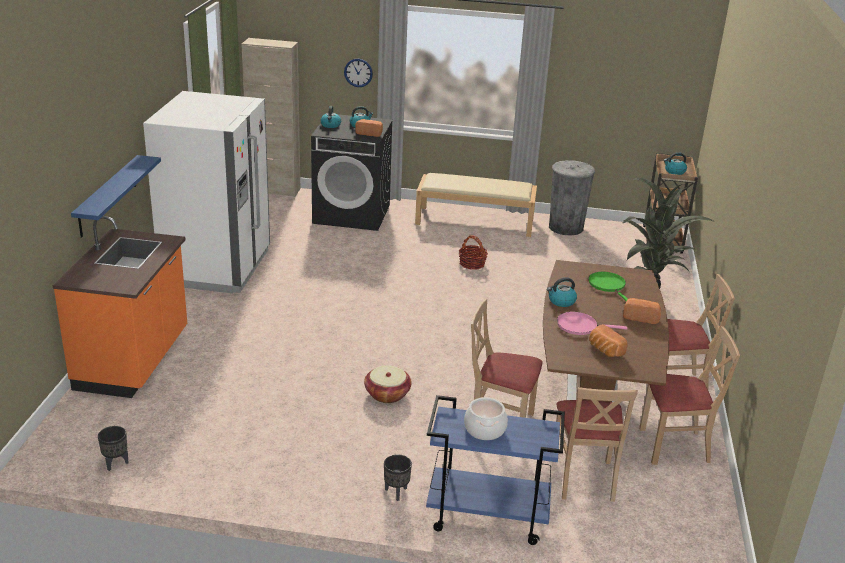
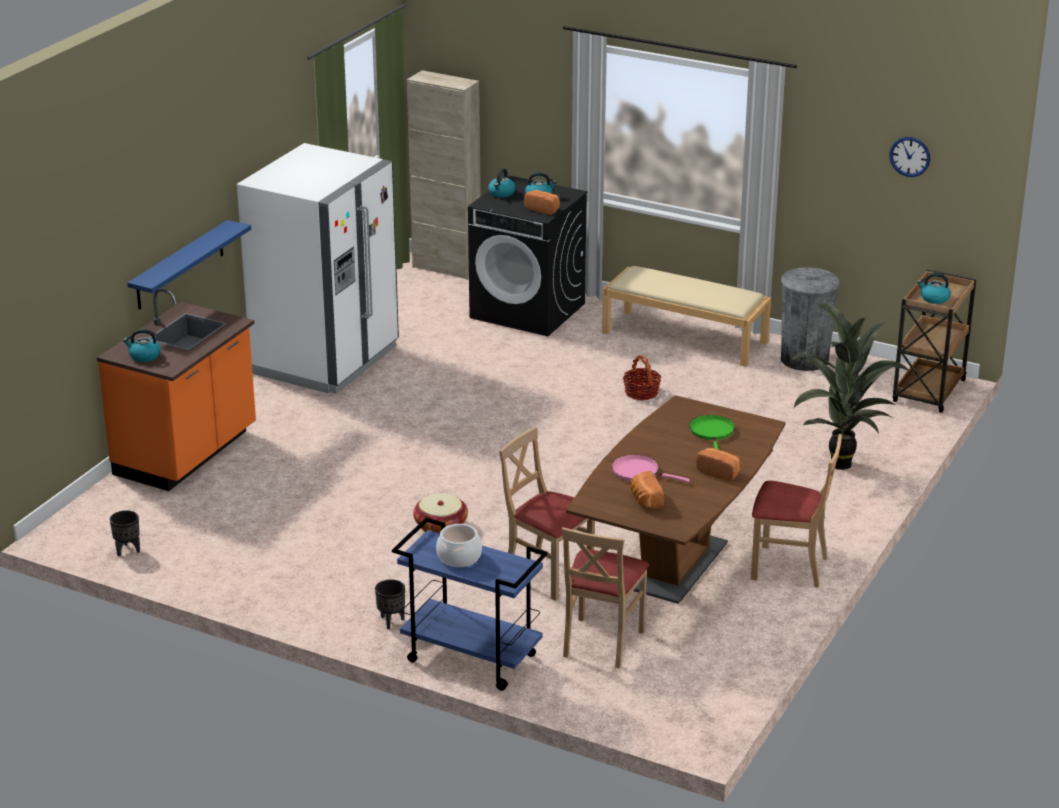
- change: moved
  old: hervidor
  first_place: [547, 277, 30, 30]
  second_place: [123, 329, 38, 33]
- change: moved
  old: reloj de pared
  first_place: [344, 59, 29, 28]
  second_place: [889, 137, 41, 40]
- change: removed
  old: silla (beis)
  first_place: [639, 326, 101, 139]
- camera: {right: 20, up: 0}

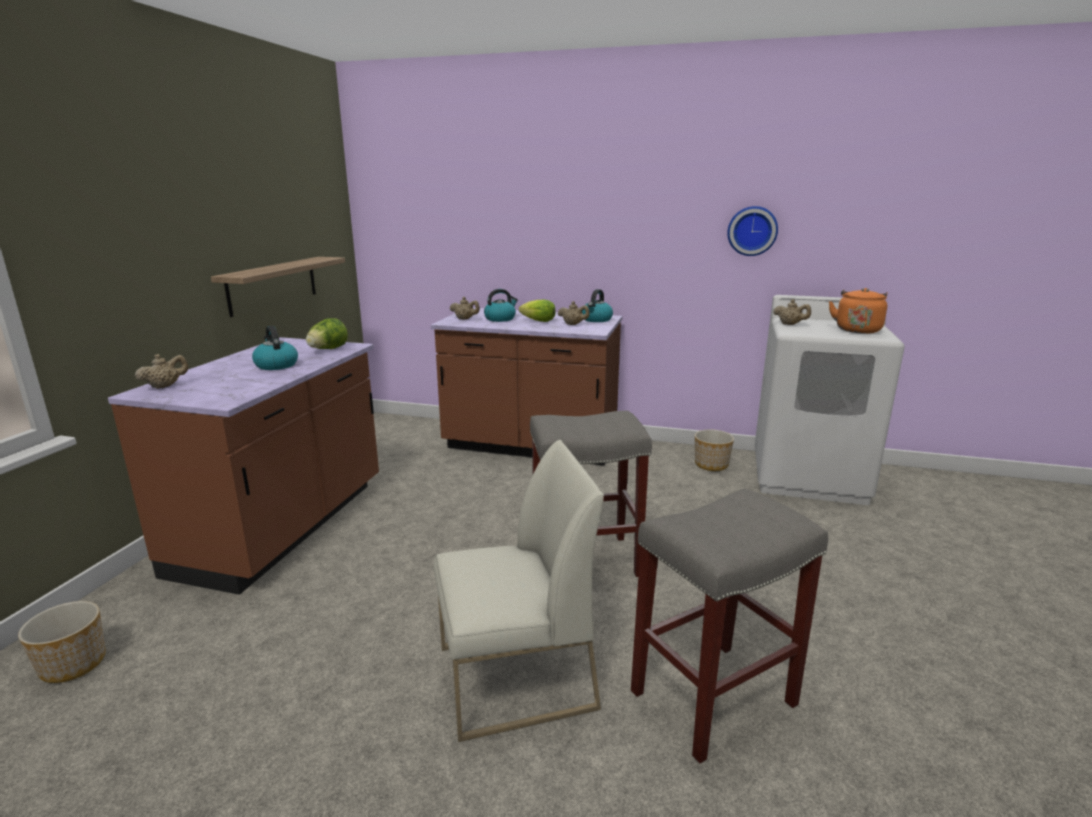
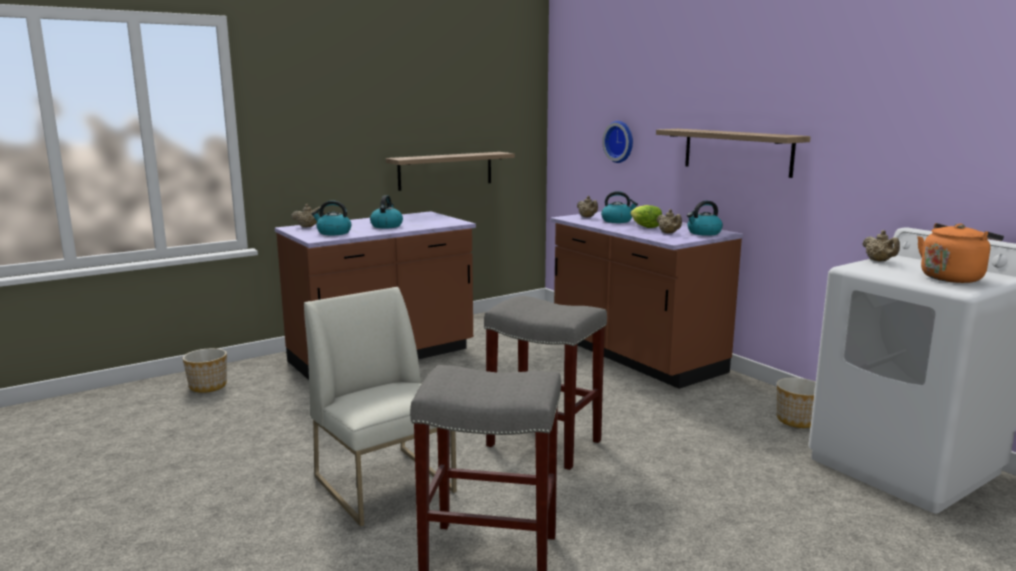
- change: turned
  old: silla (blanco)
  first_place: [434, 440, 170, 302]
  second_place: [304, 287, 153, 240]
  degrees: -150
- change: added
  new: hervidor
  second_place: [312, 200, 40, 35]
- change: moved
  old: reloj de pared
  first_place: [727, 206, 51, 50]
  second_place: [602, 121, 31, 42]
- change: added
  new: estante
  second_place: [656, 129, 155, 49]
- change: removed
  old: lechuga
  first_place: [306, 318, 42, 31]
- camera: {right: 40, up: -5}

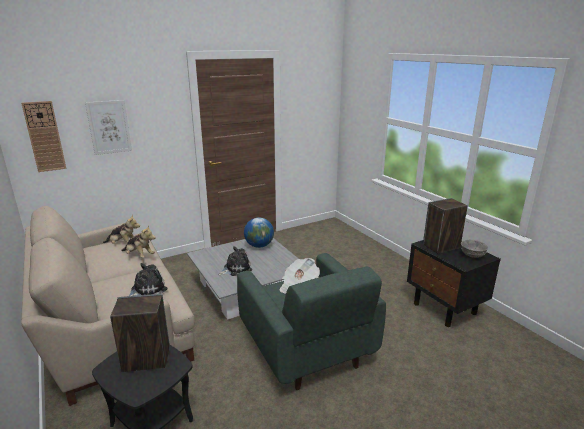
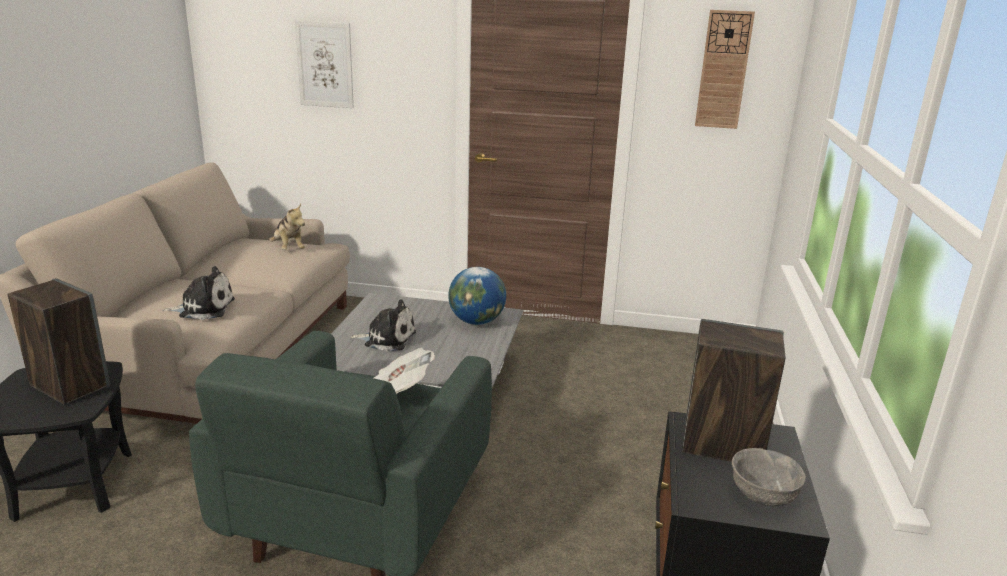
- change: moved
  old: reloj de pared
  first_place: [21, 101, 45, 71]
  second_place: [695, 10, 60, 119]
- change: removed
  old: peluche
  first_place: [121, 225, 35, 33]
- camera: {right: 40, up: 0}

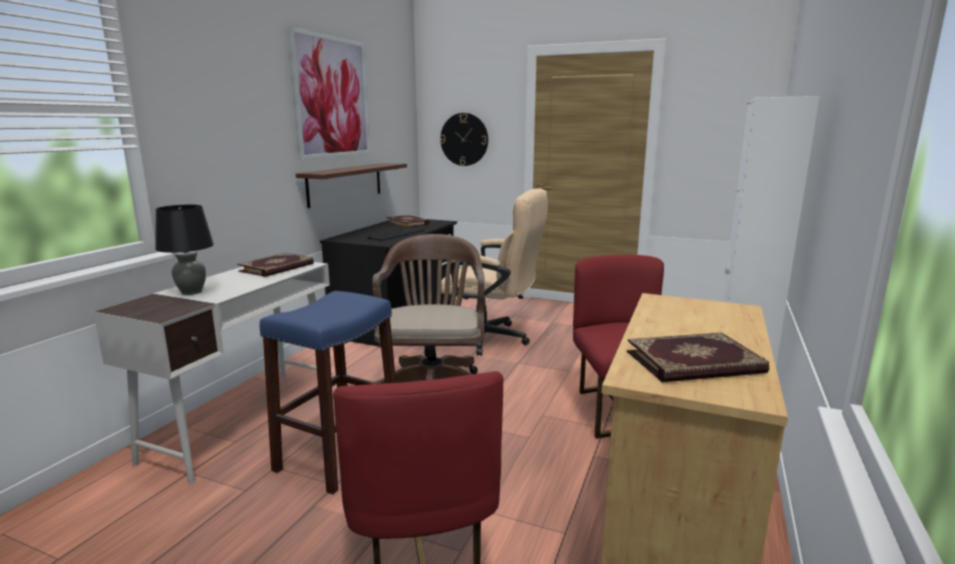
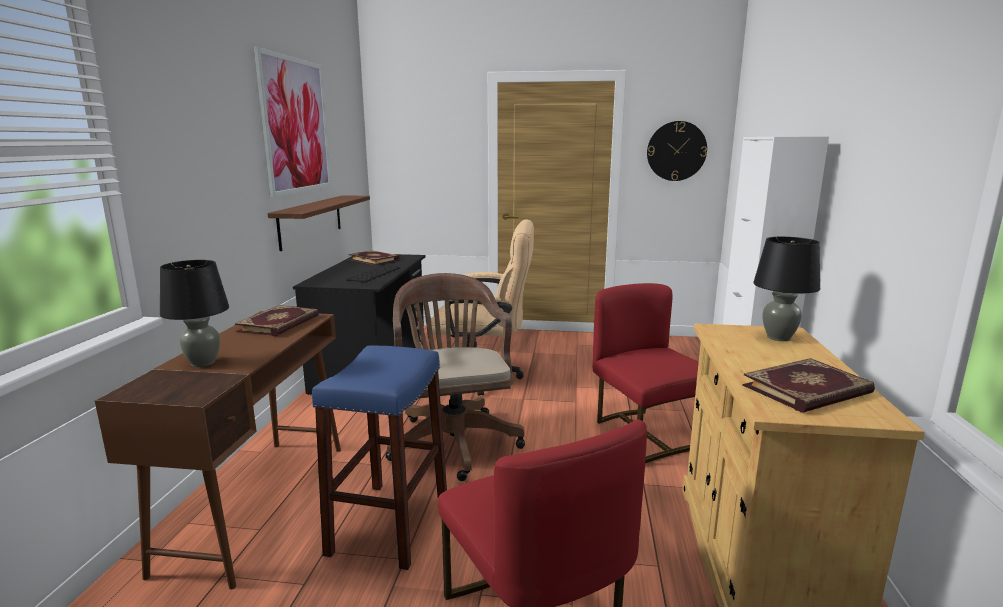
- change: recoloured
  old: escritorio (blanco)
  new: escritorio (marrón)
  first_place: [93, 262, 240, 222]
  second_place: [95, 311, 246, 278]
- change: moved
  old: reloj de pared
  first_place: [440, 113, 48, 53]
  second_place: [647, 121, 60, 60]
- change: added
  new: lámpara de mesa (negro)
  second_place: [753, 237, 67, 104]
- camera: {right: -15, up: 0}

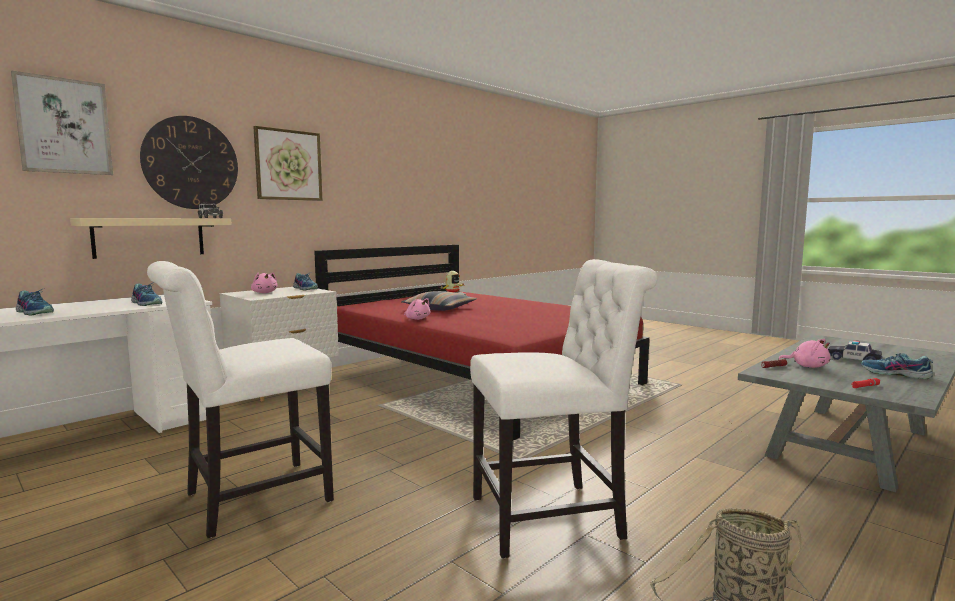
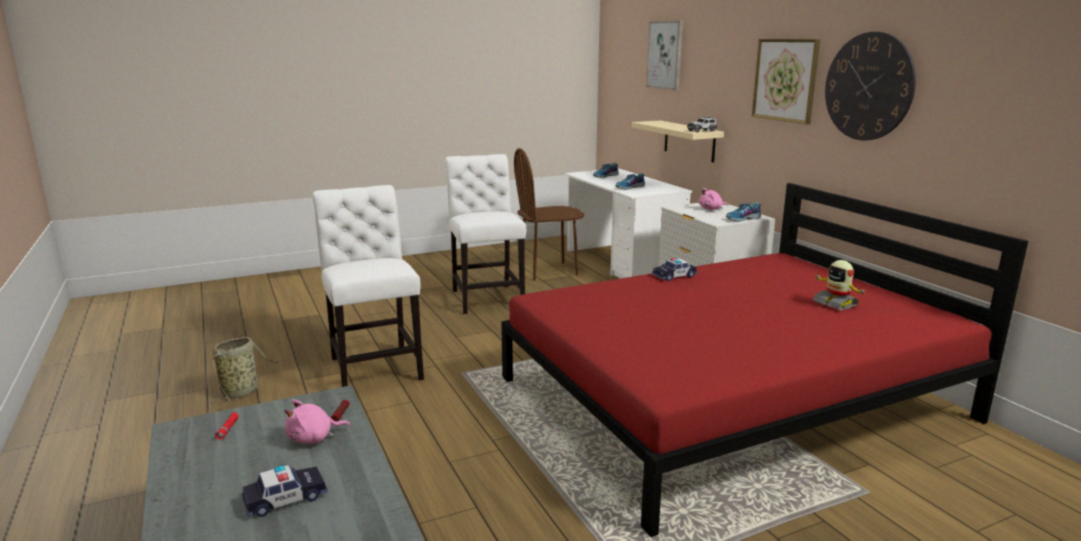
- change: turned
  old: silla (blanco)
  first_place: [470, 259, 187, 299]
  second_place: [312, 185, 112, 202]
  degrees: 150
- change: added
  new: silla (marrón)
  second_place: [514, 148, 70, 133]
- change: replaced
  old: peluche (rosa)
  new: coche de juguete
  first_place: [404, 298, 26, 22]
  second_place: [652, 258, 45, 23]
- change: moved
  old: reloj de pared
  first_place: [140, 116, 98, 93]
  second_place: [825, 32, 91, 108]
- change: removed
  old: cojín
  first_place: [401, 291, 76, 20]
- change: removed
  old: zapato
  first_place: [861, 353, 72, 26]
- camera: {right: 110, up: 10}

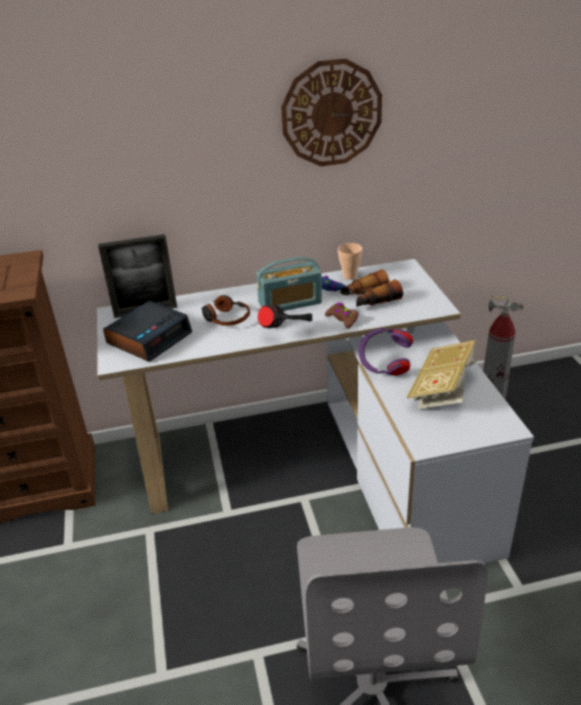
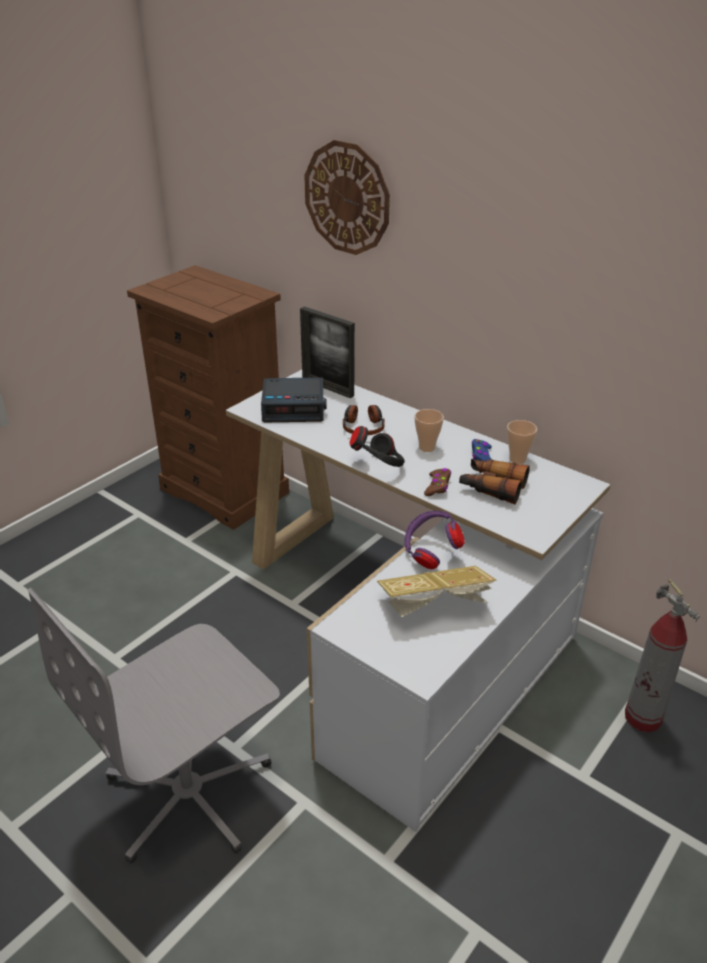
- change: moved
  old: reloj de pared
  first_place: [281, 58, 101, 109]
  second_place: [304, 140, 86, 115]
- change: replaced
  old: radio
  new: taza
  first_place: [256, 257, 66, 54]
  second_place: [415, 409, 29, 43]
- camera: {right: 50, up: 0}

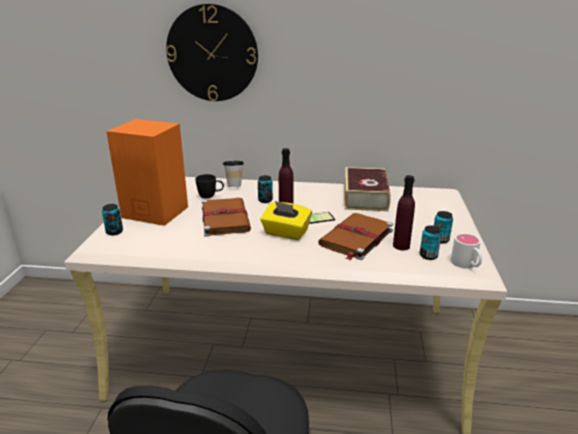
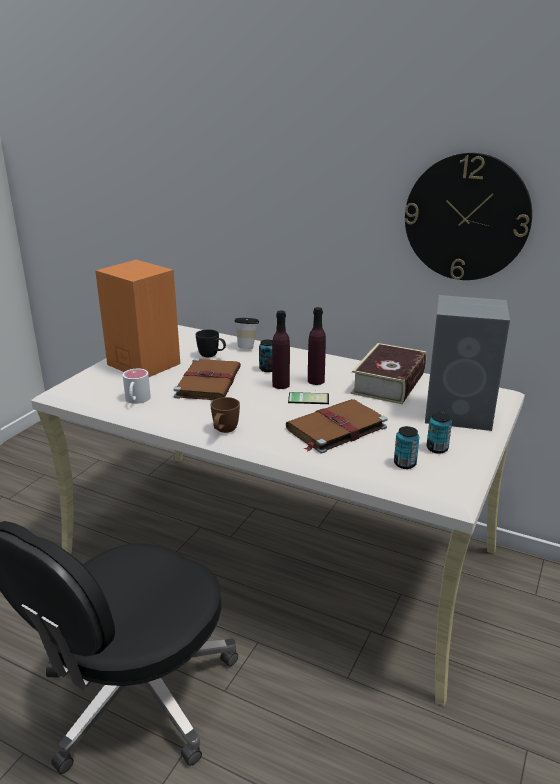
- change: moved
  old: taza grande (blanco)
  first_place: [451, 233, 31, 36]
  second_place: [123, 369, 28, 35]
- change: added
  new: taza grande (marrón)
  second_place: [211, 397, 29, 36]
- change: moved
  old: botella (morado)
  first_place: [393, 175, 22, 75]
  second_place: [308, 307, 18, 78]
- change: moved
  old: reloj de pared
  first_place: [166, 4, 92, 97]
  second_place: [405, 153, 127, 127]
- change: added
  new: altavoz (gris)
  second_place: [425, 295, 85, 136]
- change: removed
  old: lata
  first_place: [102, 204, 21, 31]
- change: removed
  old: caja de pañuelos (amarillo)
  first_place: [260, 201, 52, 39]
- camera: {right: 20, up: 0}

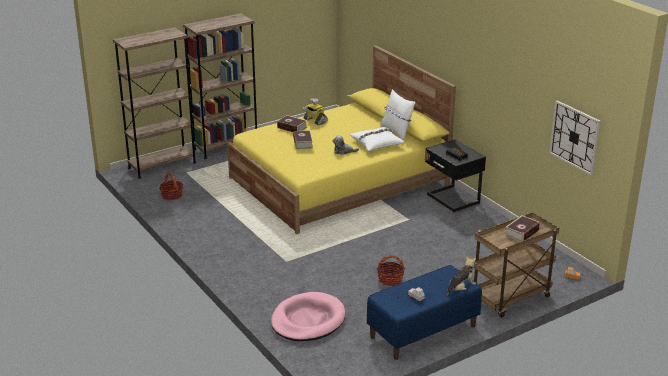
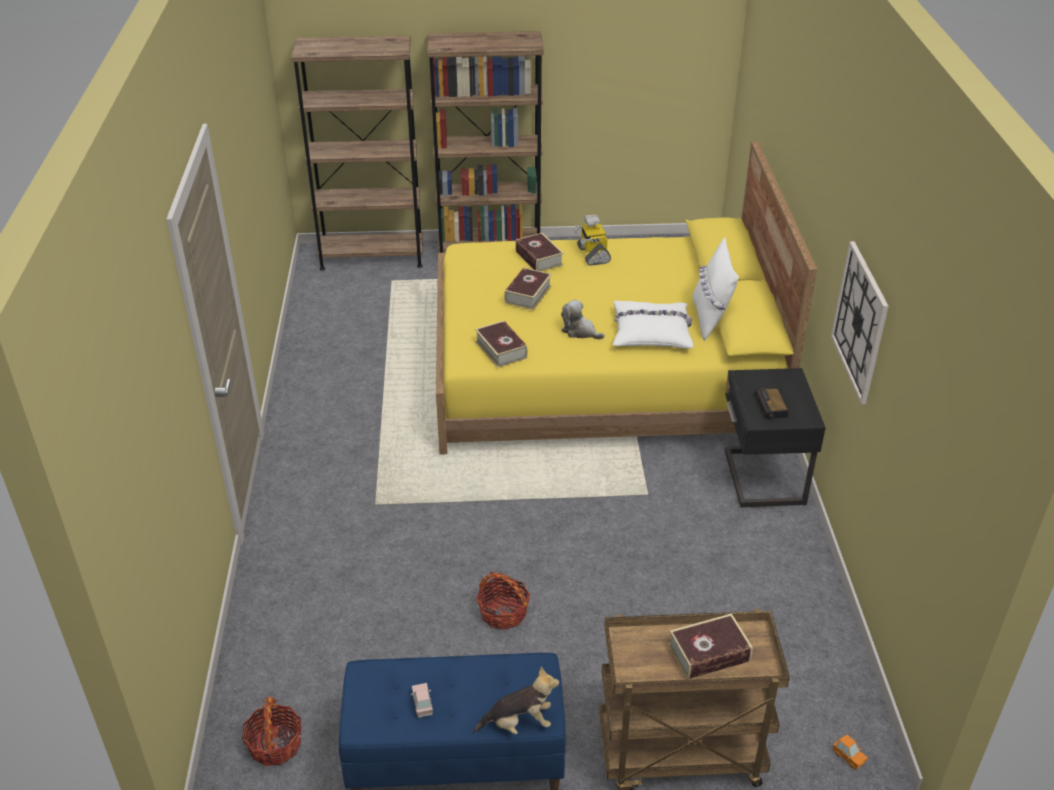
- change: moved
  old: cesta
  first_place: [159, 173, 24, 27]
  second_place: [242, 697, 60, 69]
- change: added
  new: libro
  second_place: [475, 321, 53, 47]
- change: moved
  old: reloj de pared
  first_place: [549, 100, 52, 76]
  second_place: [831, 241, 58, 163]
- change: removed
  old: cama para perro (rosa)
  first_place: [271, 292, 74, 49]
- camera: {right: 30, up: 10}

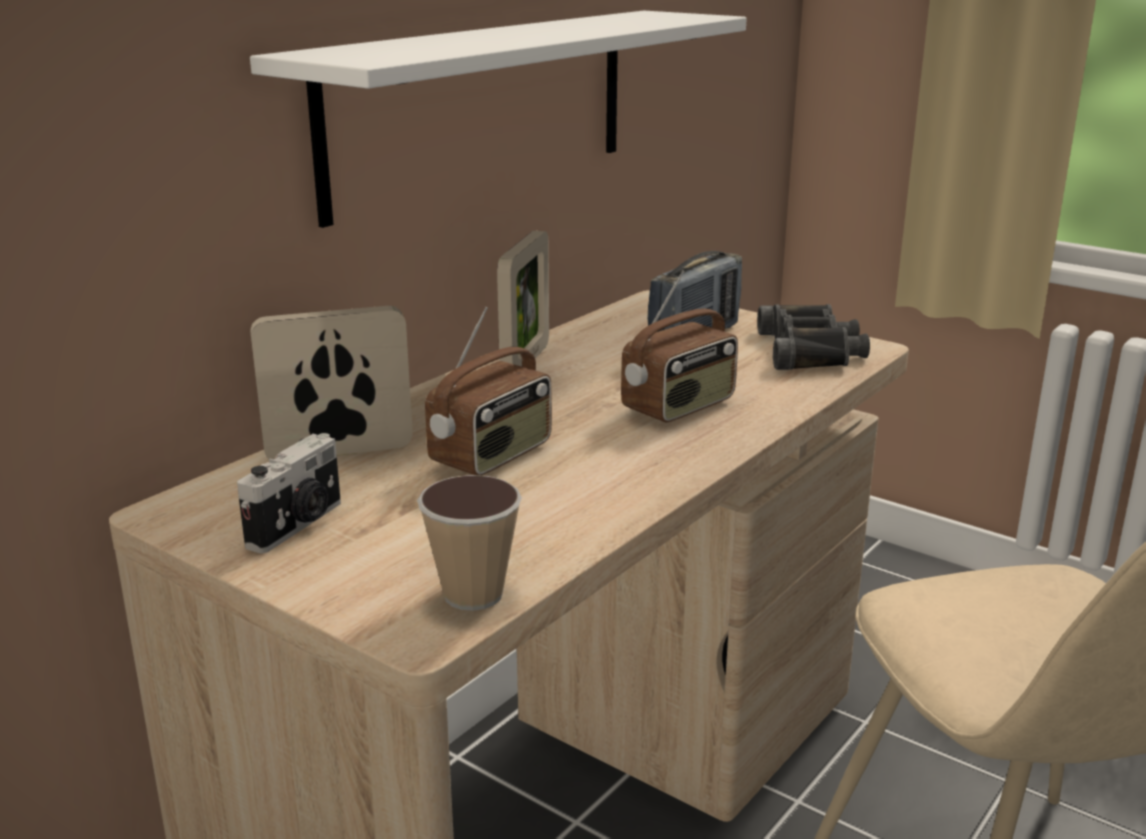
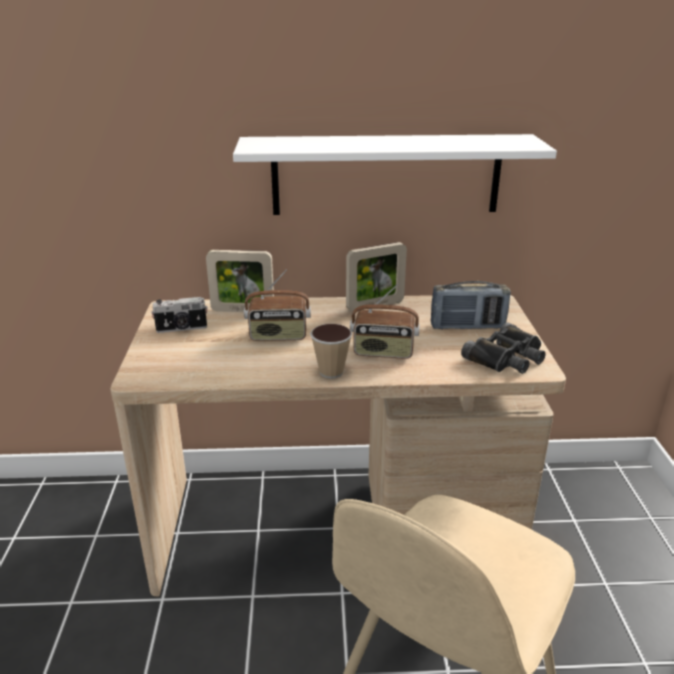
- change: turned
  old: portarretratos
  first_place: [250, 306, 163, 154]
  second_place: [206, 250, 68, 62]
  degrees: 150
- change: moved
  old: taza
  first_place: [417, 475, 105, 136]
  second_place: [310, 324, 42, 54]
- camera: {right: 50, up: 5}

